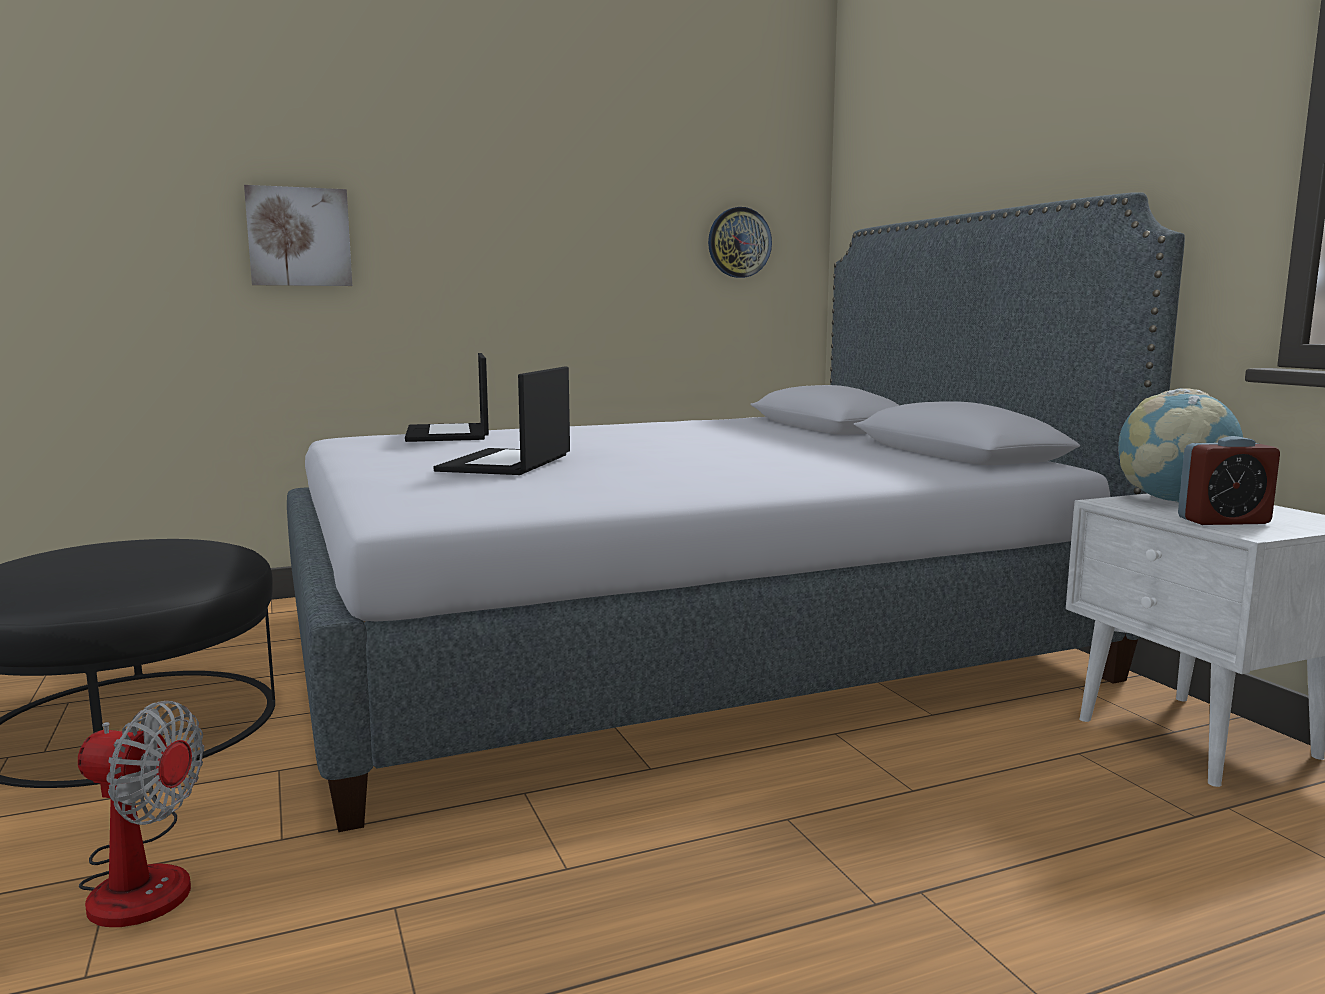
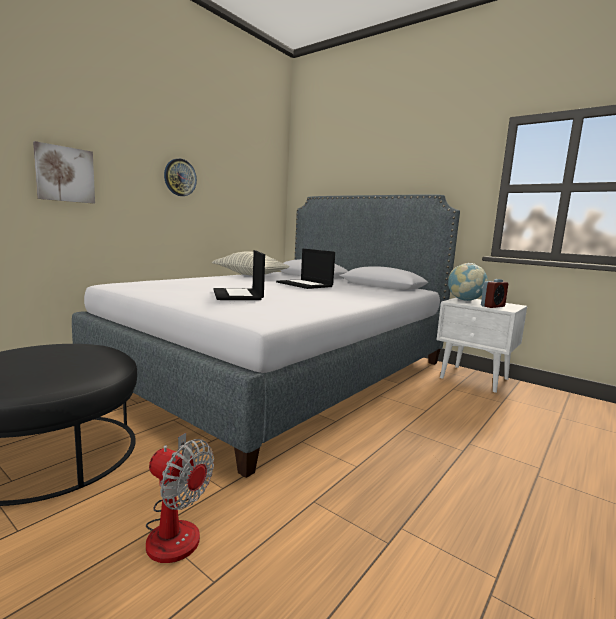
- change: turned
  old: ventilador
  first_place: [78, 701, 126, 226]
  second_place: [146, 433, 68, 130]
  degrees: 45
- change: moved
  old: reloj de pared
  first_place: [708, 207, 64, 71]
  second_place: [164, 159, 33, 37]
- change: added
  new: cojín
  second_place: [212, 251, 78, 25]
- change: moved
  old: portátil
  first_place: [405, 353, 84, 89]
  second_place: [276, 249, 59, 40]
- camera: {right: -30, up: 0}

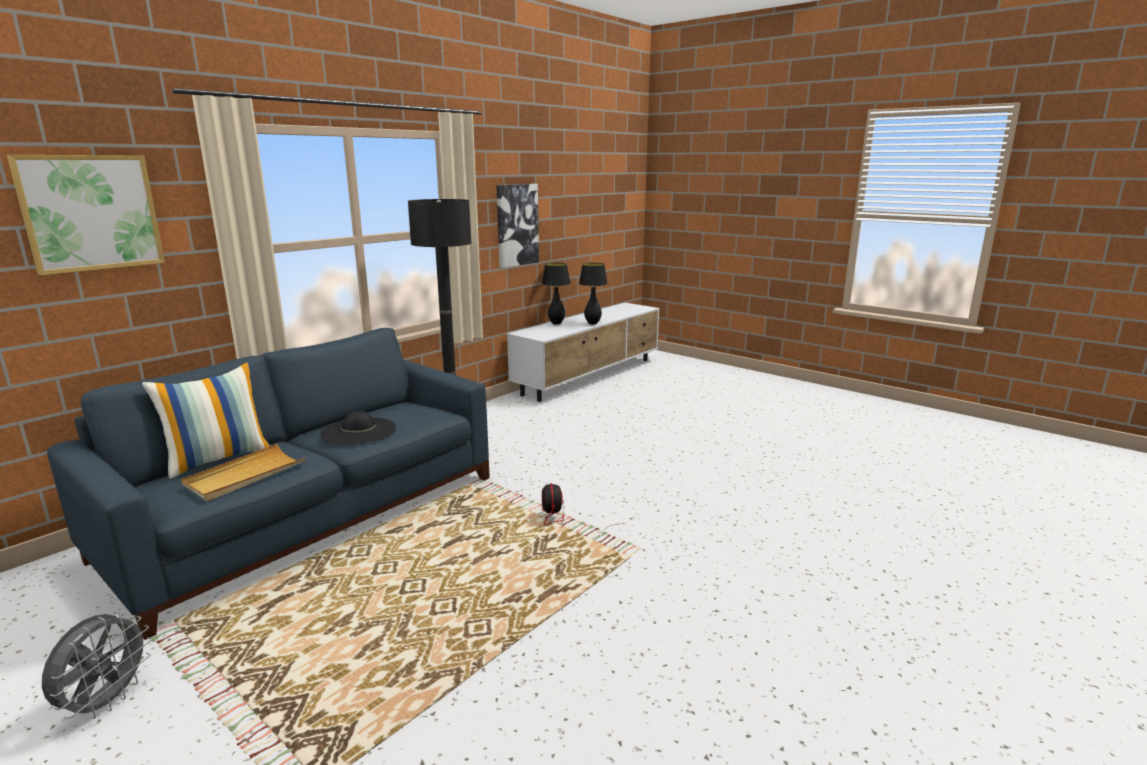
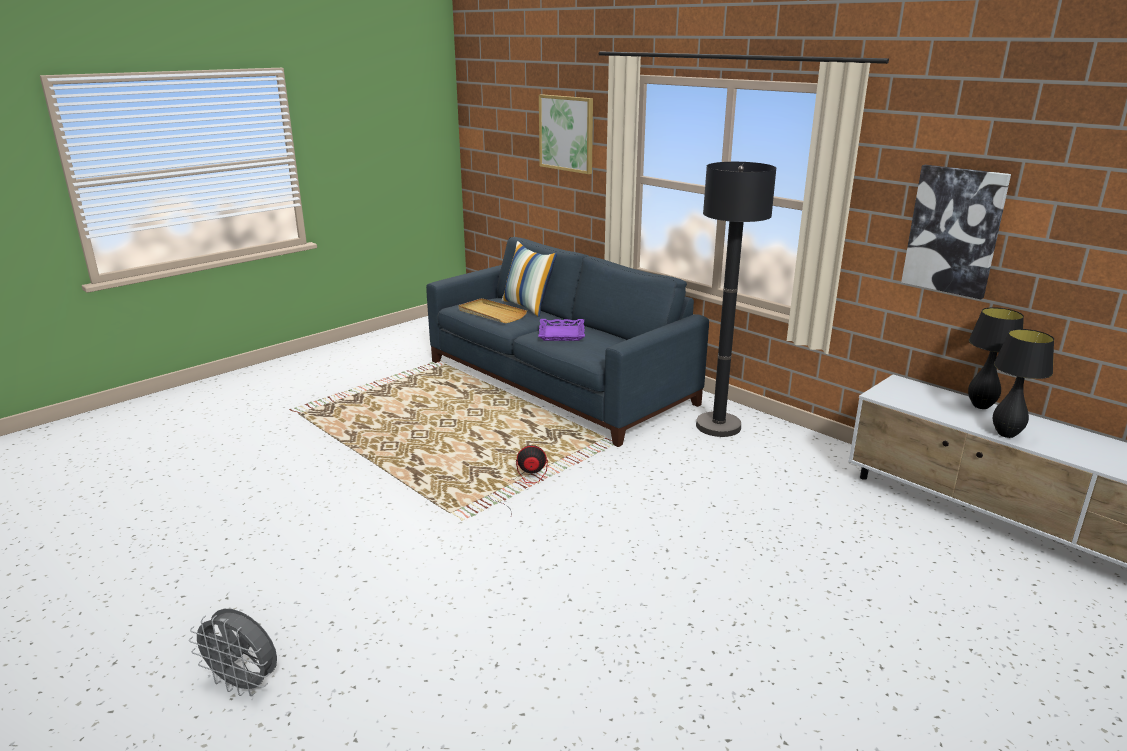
- change: moved
  old: ventilador (gris)
  first_place: [42, 612, 110, 107]
  second_place: [189, 609, 88, 87]
- change: replaced
  old: sombrero (negro)
  new: bandeja (morado)
  first_place: [321, 411, 75, 34]
  second_place: [538, 319, 47, 22]
- camera: {right: 95, up: 5}

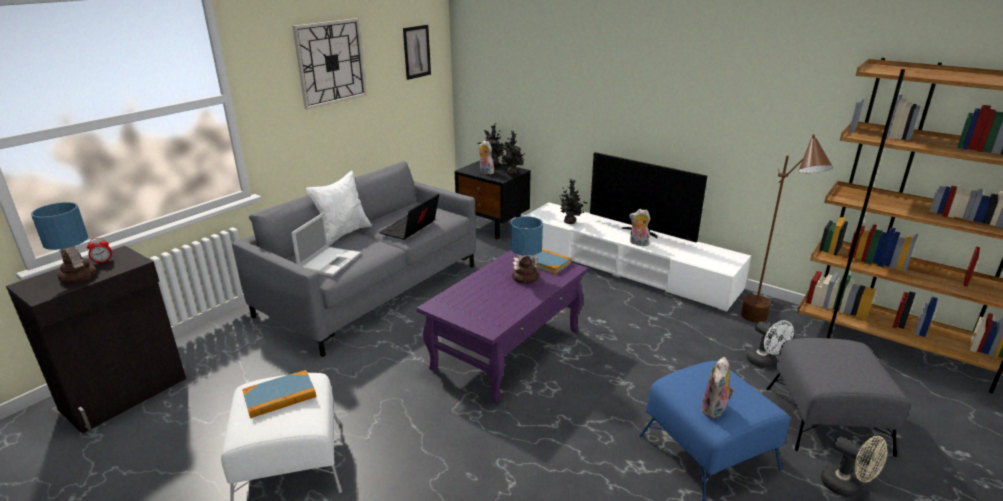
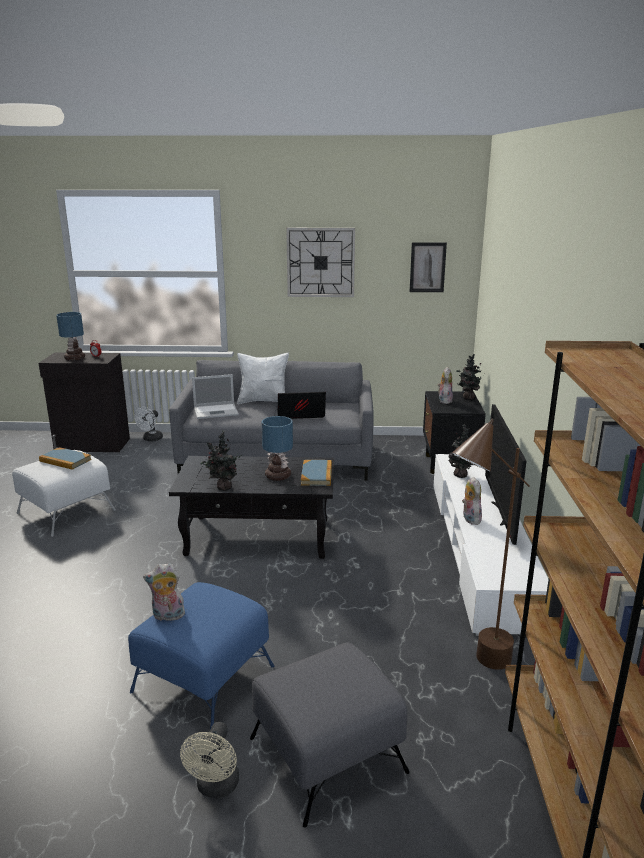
- change: moved
  old: ventilador (blanco)
  first_place: [746, 320, 48, 48]
  second_place: [134, 407, 29, 34]
- change: recoloured
  old: mesa de centro (morado)
  new: mesa de centro (negro)
  first_place: [417, 250, 171, 153]
  second_place: [169, 456, 165, 103]
- change: moved
  old: planta en maceta
  first_place: [501, 131, 24, 44]
  second_place: [201, 430, 42, 61]
- camera: {right: 55, up: -5}

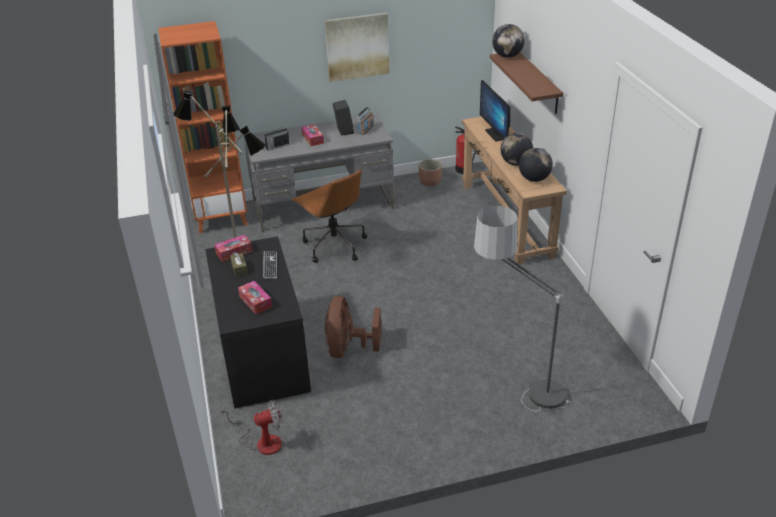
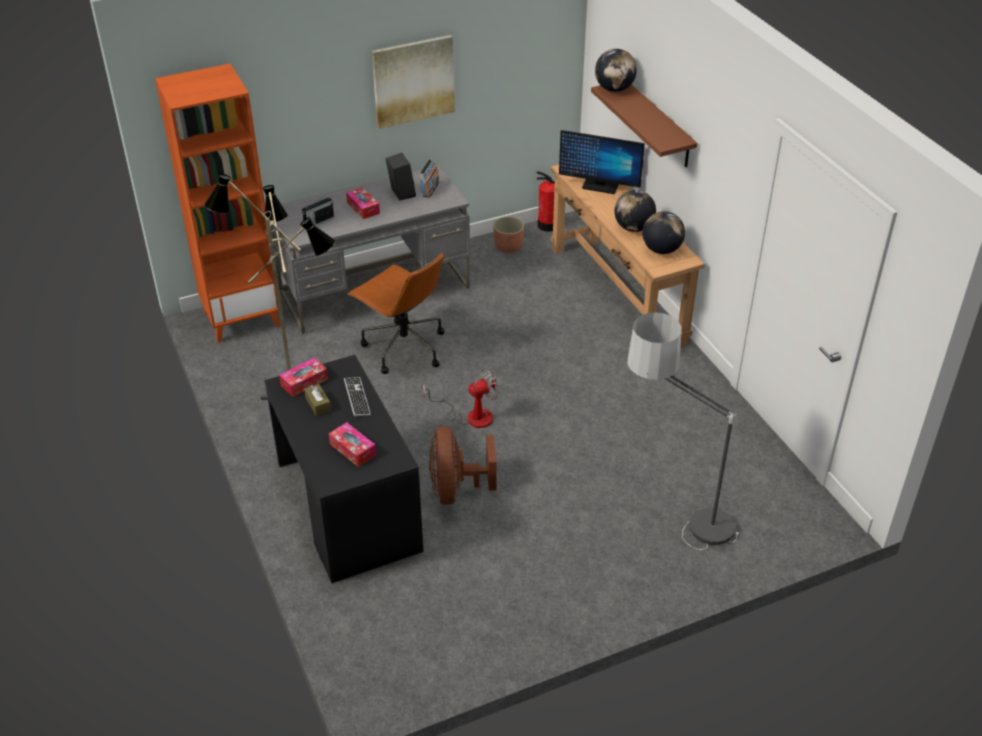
- change: moved
  old: ventilador
  first_place: [221, 400, 62, 55]
  second_place: [422, 369, 77, 59]
- change: turned
  old: monitor
  first_place: [480, 80, 30, 61]
  second_place: [559, 130, 86, 64]
  degrees: -45
- camera: {right: -10, up: 5}

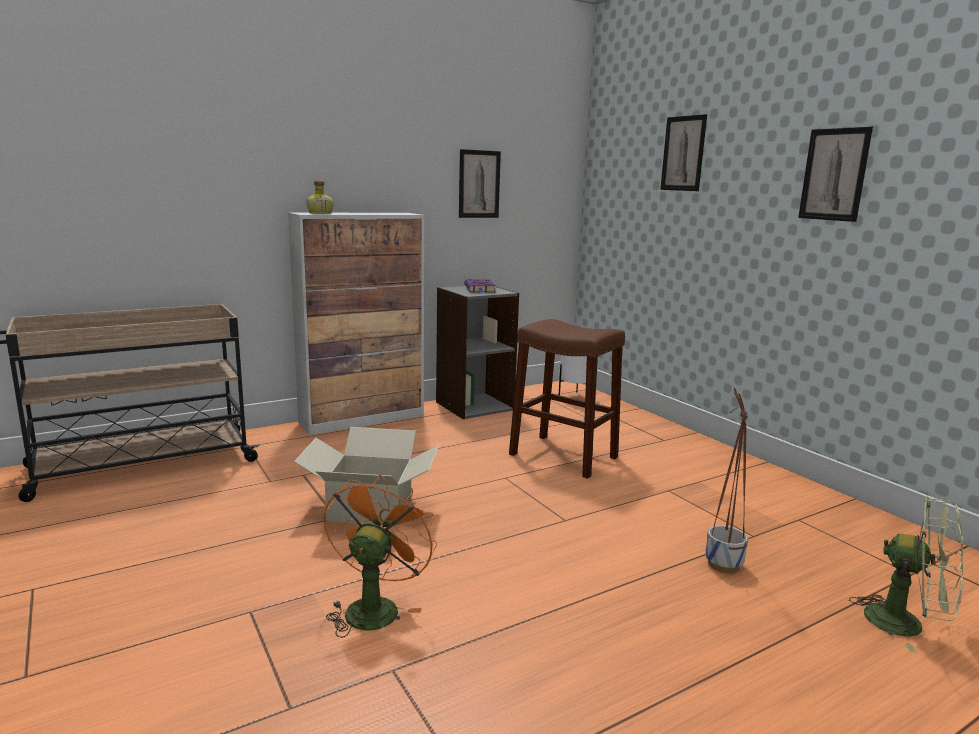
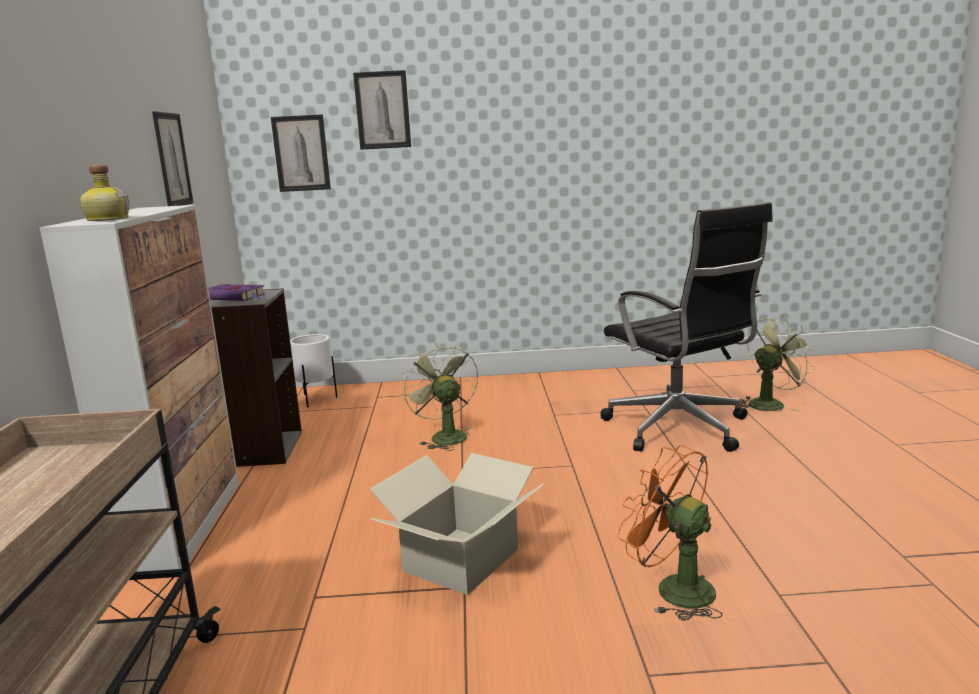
- change: moved
  old: cuadro
  first_place: [798, 127, 75, 95]
  second_place: [271, 114, 60, 78]
- change: replaced
  old: taburete (marrón)
  new: ventilador (verde)
  first_place: [509, 319, 116, 160]
  second_place: [401, 343, 77, 108]
- change: replaced
  old: maceta
  new: silla de oficina (negro)
  first_place: [705, 388, 43, 185]
  second_place: [600, 202, 173, 250]
- camera: {right: -60, up: 0}

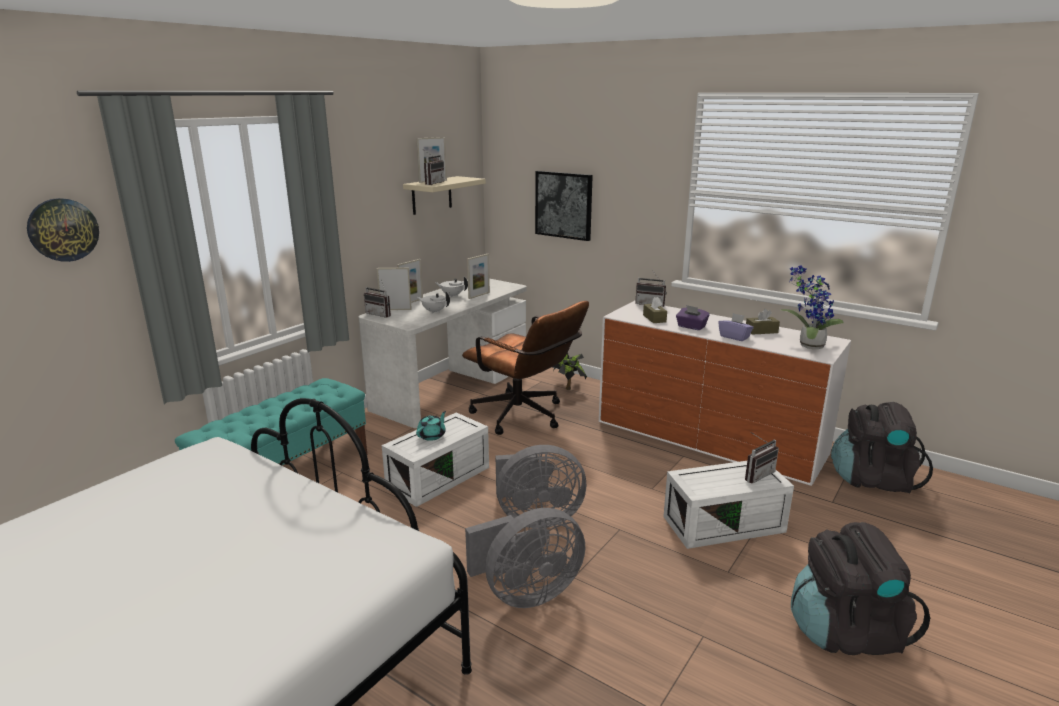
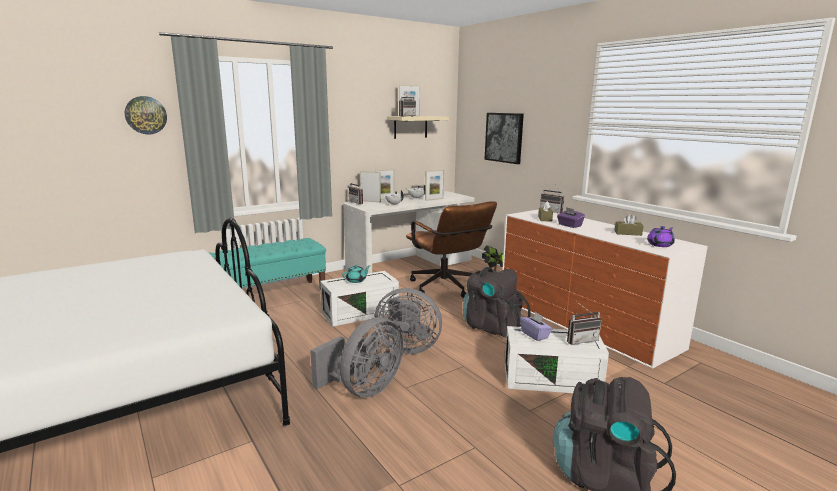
- change: turned
  old: ventilador (gris)
  first_place: [465, 508, 120, 100]
  second_place: [310, 317, 94, 81]
  degrees: -45
- change: moved
  old: mochila (negro)
  first_place: [831, 402, 102, 91]
  second_place: [463, 267, 68, 71]
- change: moved
  old: caja de pañuelos (morado)
  first_place: [718, 313, 36, 28]
  second_place: [520, 312, 32, 29]
- change: replaced
  old: planta en maceta
  new: tetera (morado)
  first_place: [781, 265, 63, 84]
  second_place: [647, 226, 28, 21]
- camera: {right: 20, up: -5}

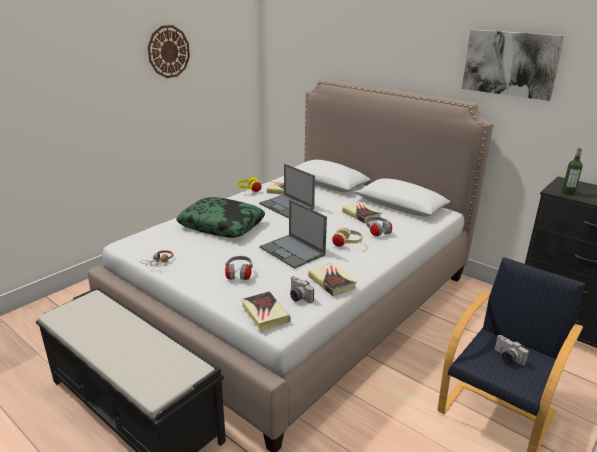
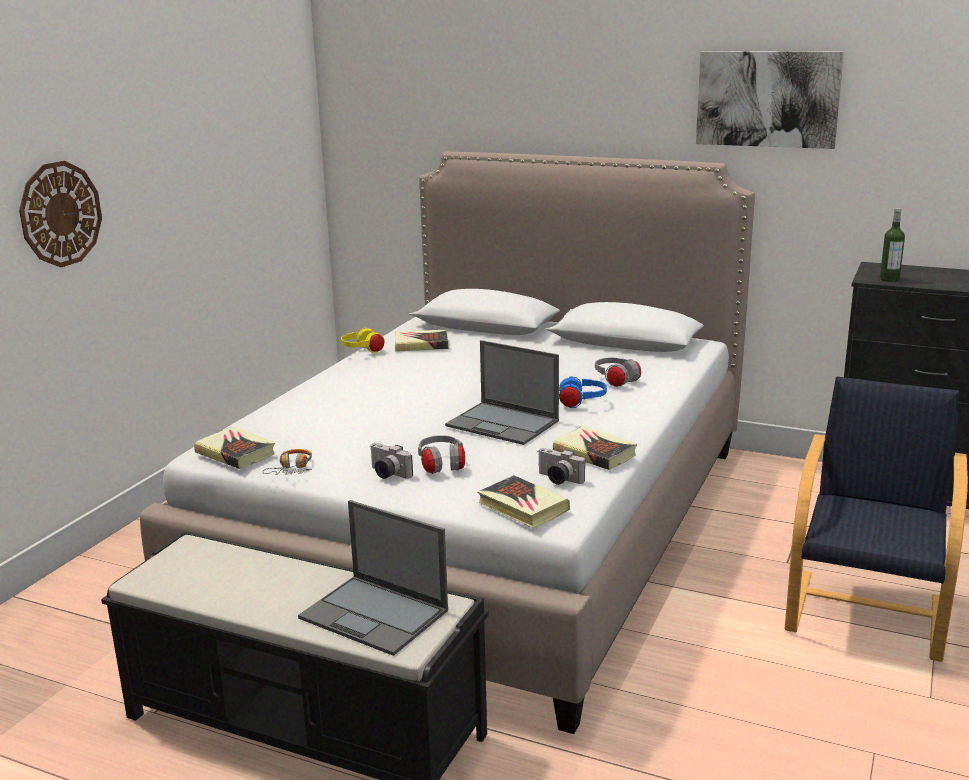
- change: moved
  old: reloj de pared
  first_place: [148, 25, 42, 53]
  second_place: [19, 161, 83, 106]
- change: moved
  old: libro
  first_place: [342, 202, 39, 21]
  second_place: [194, 426, 81, 43]
- change: moved
  old: portátil
  first_place: [259, 164, 56, 54]
  second_place: [298, 500, 150, 156]
- change: moved
  old: cámara
  first_place: [495, 335, 34, 30]
  second_place: [370, 443, 43, 36]
- change: recoloured
  old: auriculares (beis)
  new: auriculares (azul)
  first_place: [331, 227, 32, 20]
  second_place: [559, 376, 48, 32]
- change: removed
  old: cojín
  first_place: [176, 197, 89, 41]
- camera: {right: -15, up: -5}

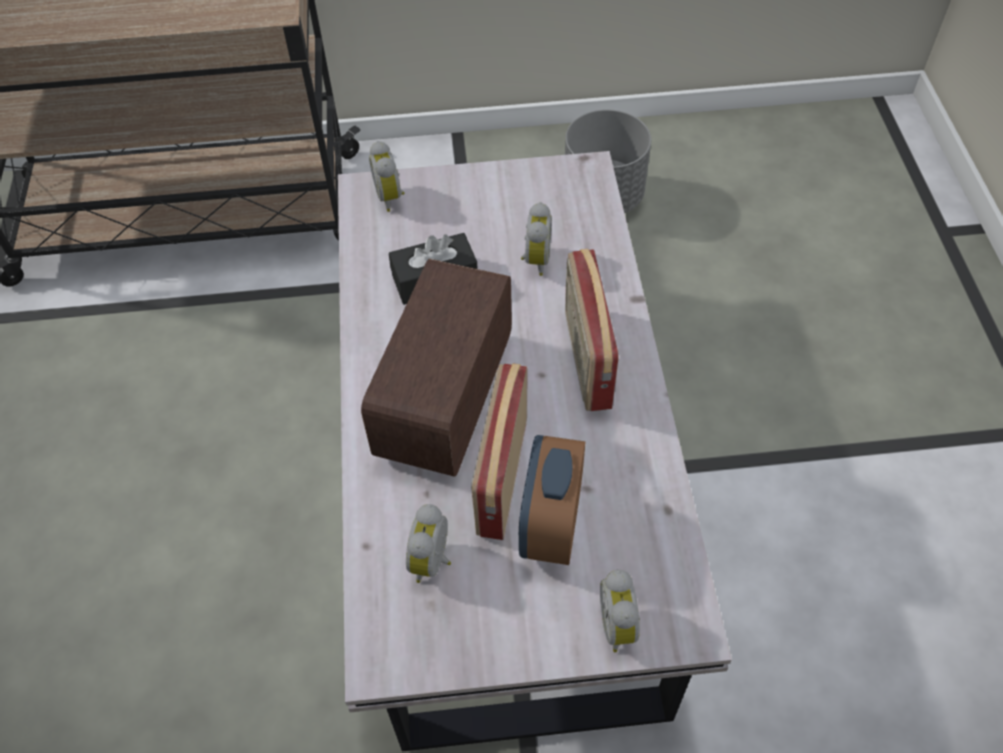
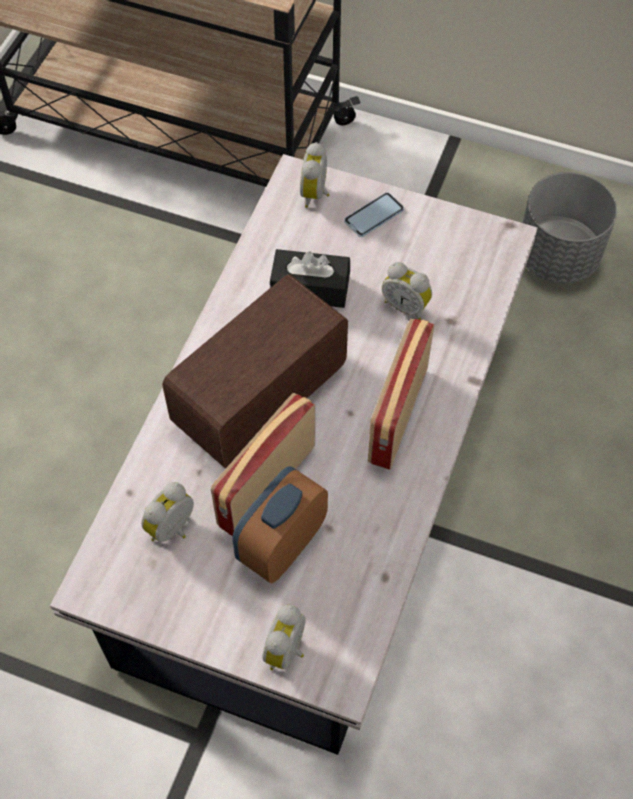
- change: added
  new: móvil
  second_place: [344, 192, 60, 45]
- change: turned
  old: despertador
  first_place: [521, 202, 31, 74]
  second_place: [382, 262, 50, 58]
  degrees: 90
- camera: {right: 25, up: 5}

